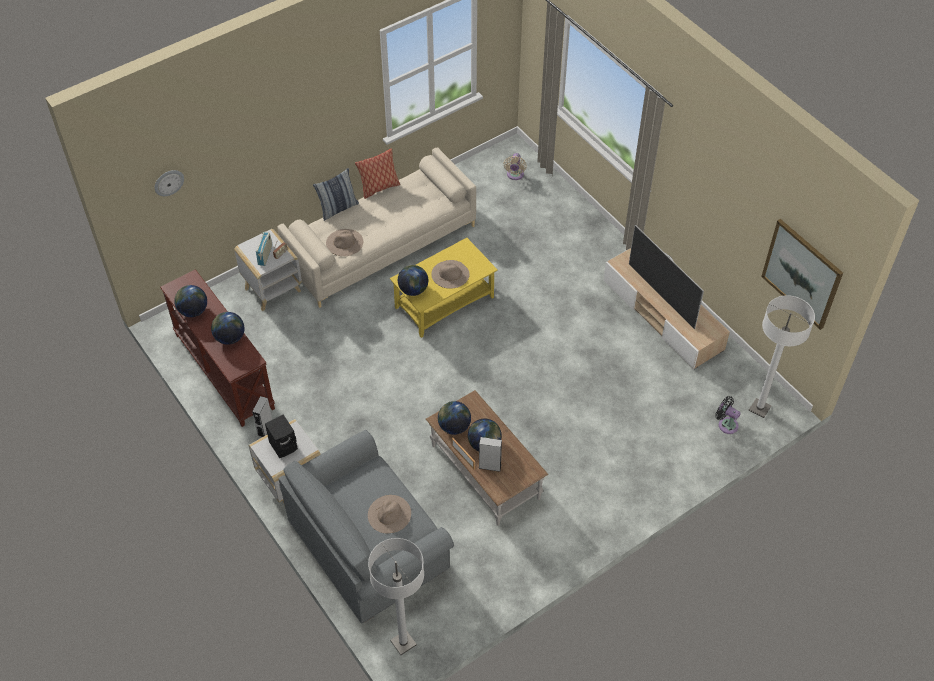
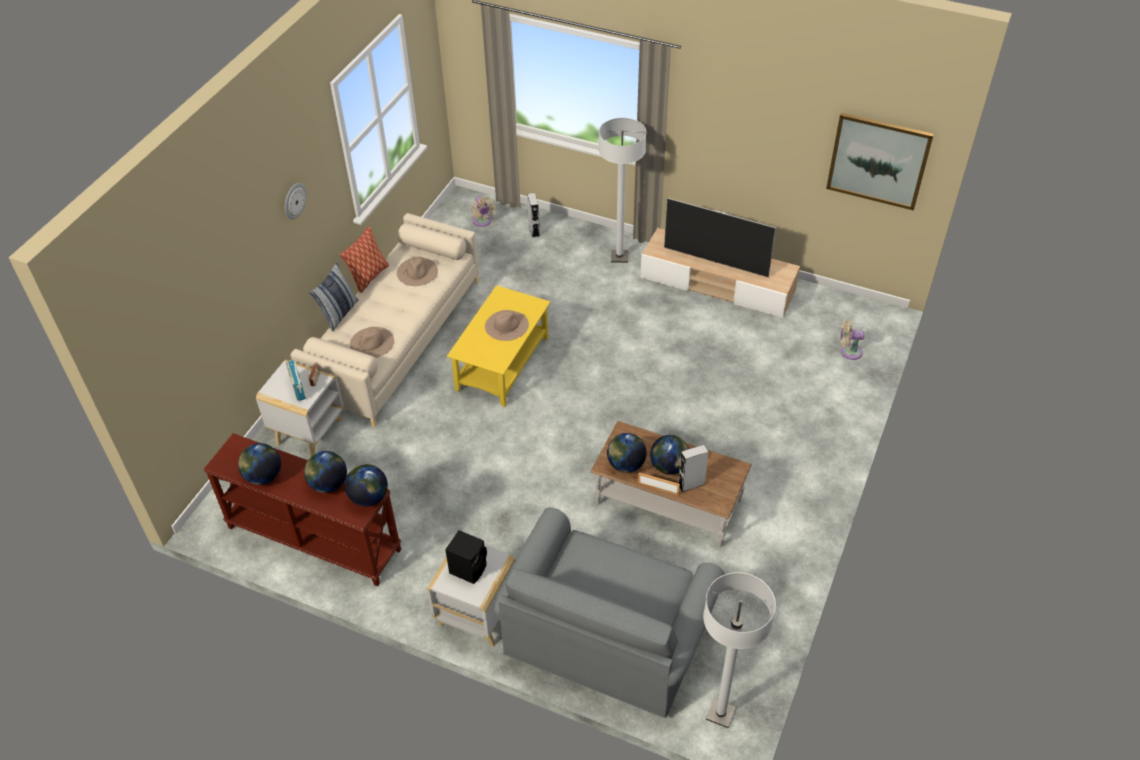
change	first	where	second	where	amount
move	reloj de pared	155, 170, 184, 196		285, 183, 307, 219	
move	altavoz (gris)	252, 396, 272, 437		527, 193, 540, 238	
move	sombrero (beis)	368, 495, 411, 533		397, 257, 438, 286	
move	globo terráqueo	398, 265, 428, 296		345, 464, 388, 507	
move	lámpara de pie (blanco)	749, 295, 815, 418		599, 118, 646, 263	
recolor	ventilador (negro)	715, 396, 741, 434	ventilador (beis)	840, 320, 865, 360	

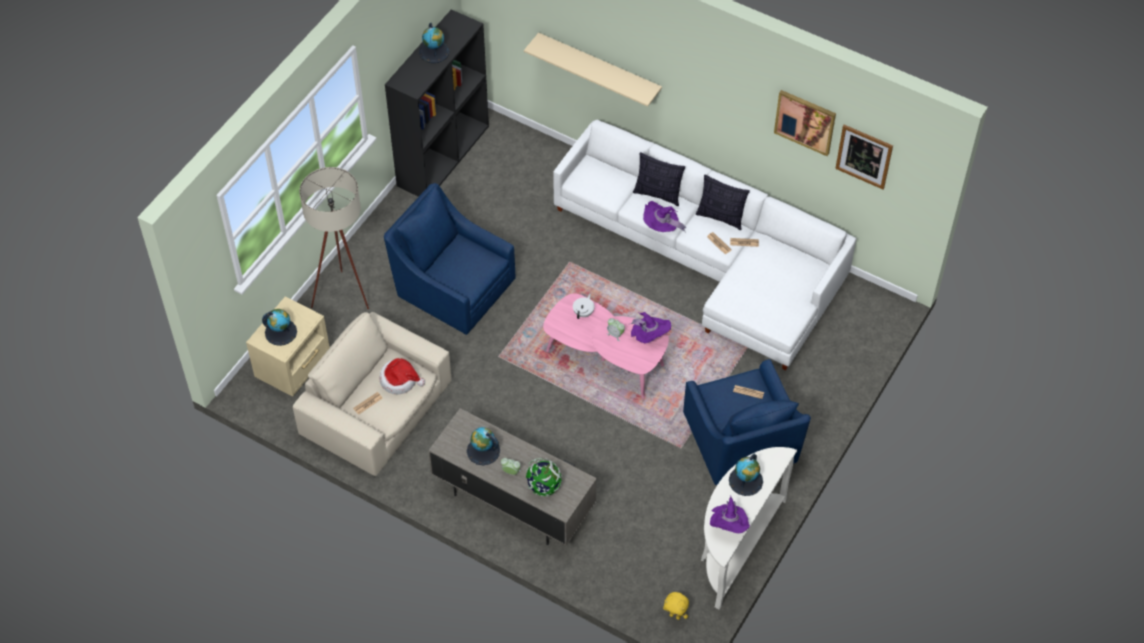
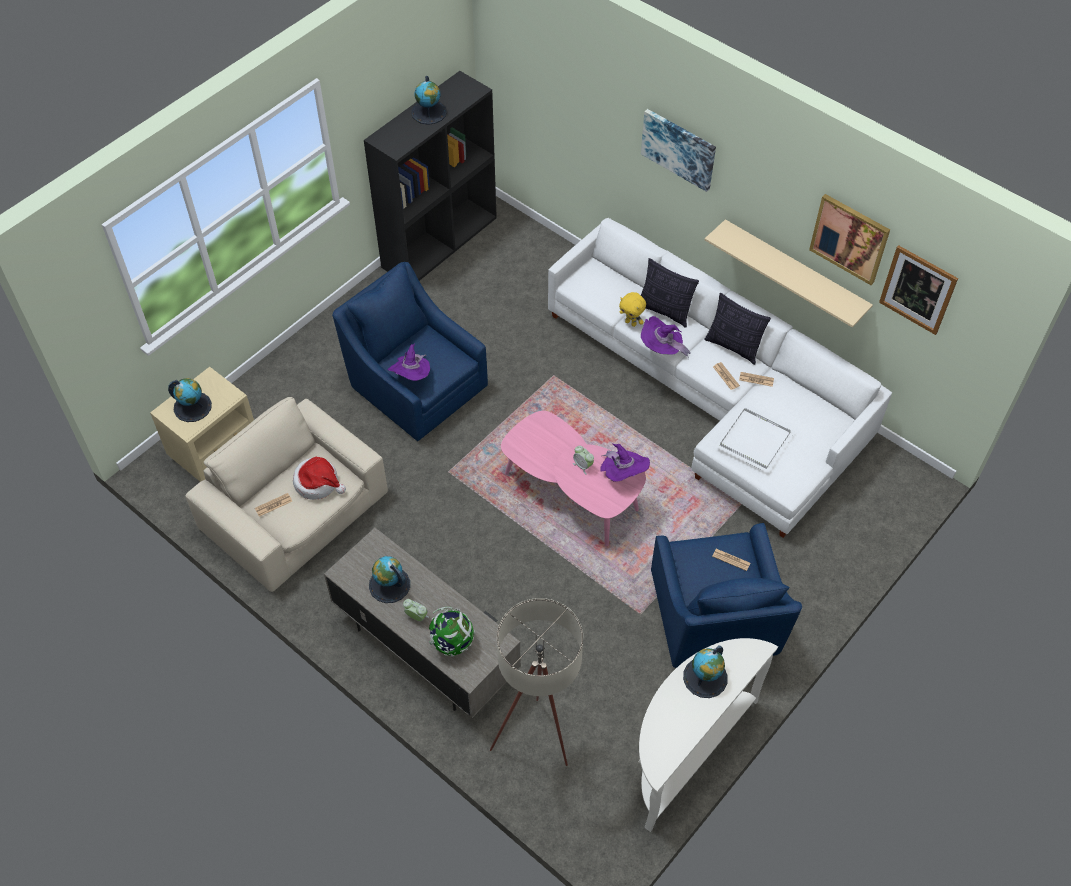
change	first	where	second	where	amount
delete	tetera (blanco)	573, 294, 595, 319			
insert			cuadro	641, 109, 716, 192	
insert			bandeja (blanco)	715, 407, 795, 473	
move	lámpara de pie (beis)	299, 167, 369, 310		490, 598, 583, 766	
move	estante (beis)	524, 33, 662, 107		705, 219, 873, 327	
move	peluche (amarillo)	663, 592, 689, 620		619, 292, 646, 327	
move	sombrero (morado)	710, 496, 750, 533		387, 344, 430, 381	

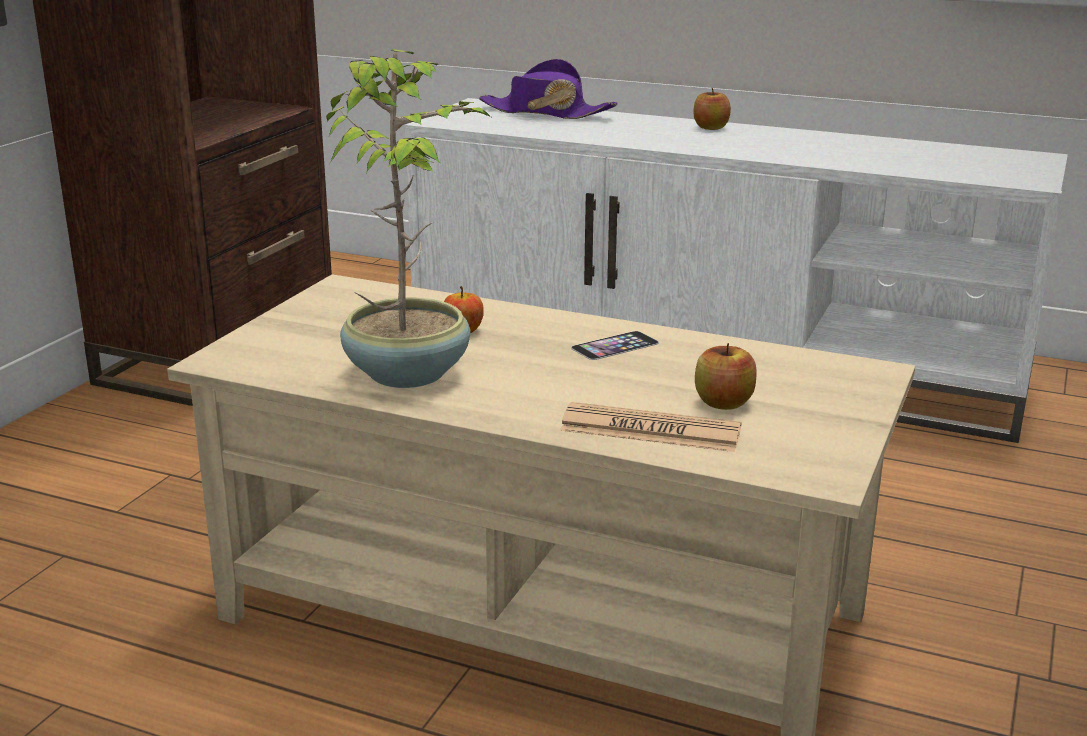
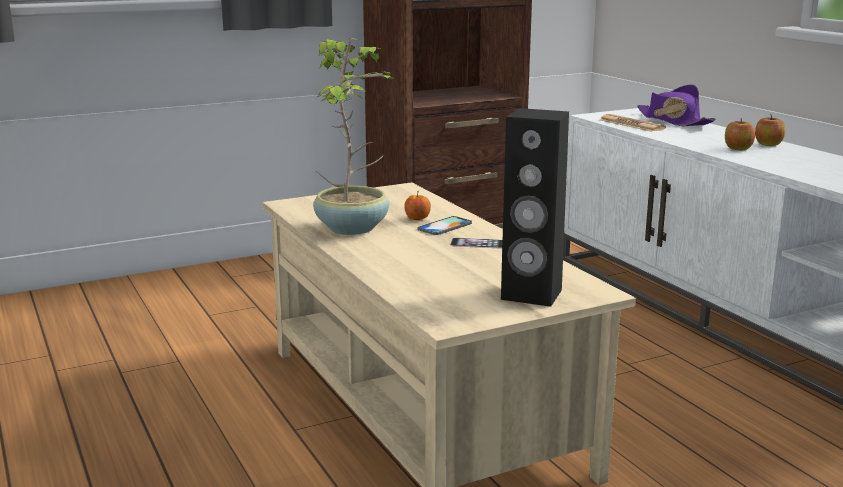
change	first	where	second	where	amount
insert			móvil	417, 216, 472, 235	
insert			altavoz (negro)	501, 108, 569, 307	
move	periódico	560, 402, 742, 452		600, 114, 666, 132	
move	manzana	695, 343, 757, 410		725, 118, 755, 150	

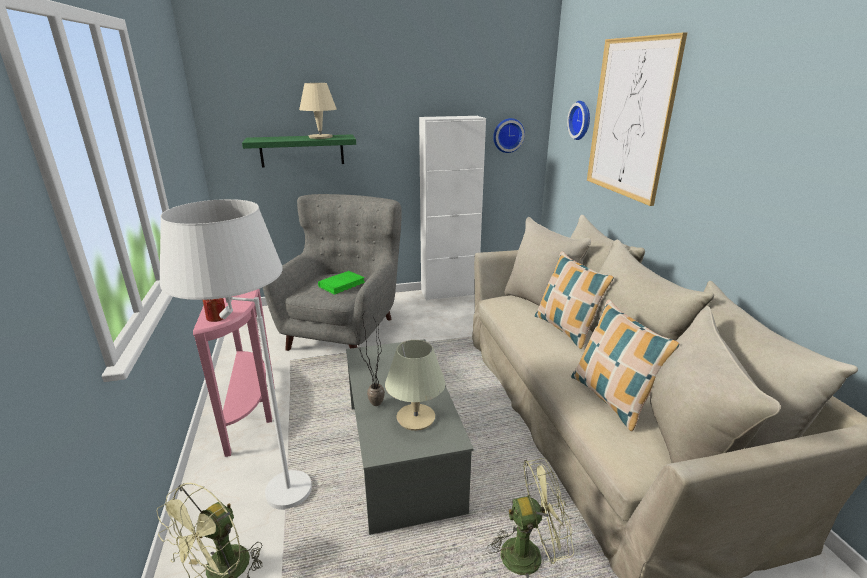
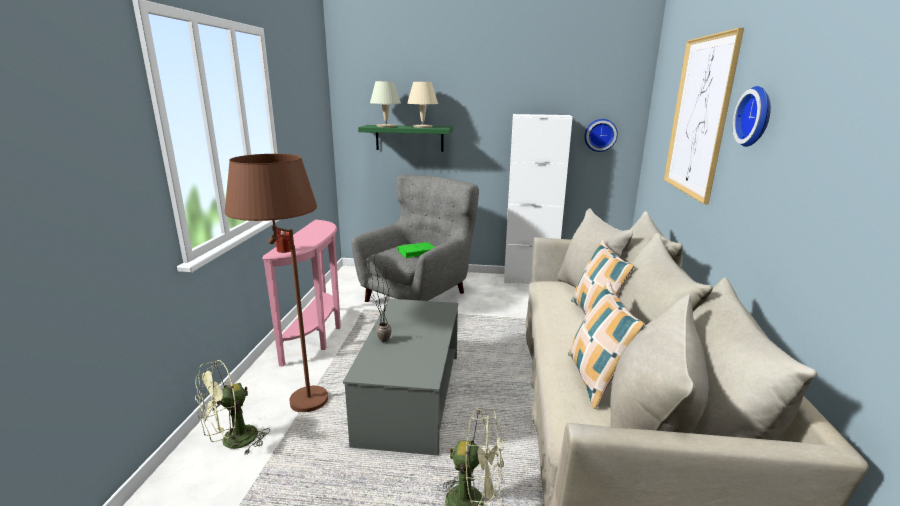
change	first	where	second	where	amount
move	lámpara de mesa (beis)	385, 340, 446, 431		370, 81, 401, 127	
move	reloj de pared	567, 101, 590, 140		732, 86, 771, 147	
recolor	lámpara de pie (blanco)	160, 199, 312, 510	lámpara de pie (marrón)	225, 154, 328, 412	

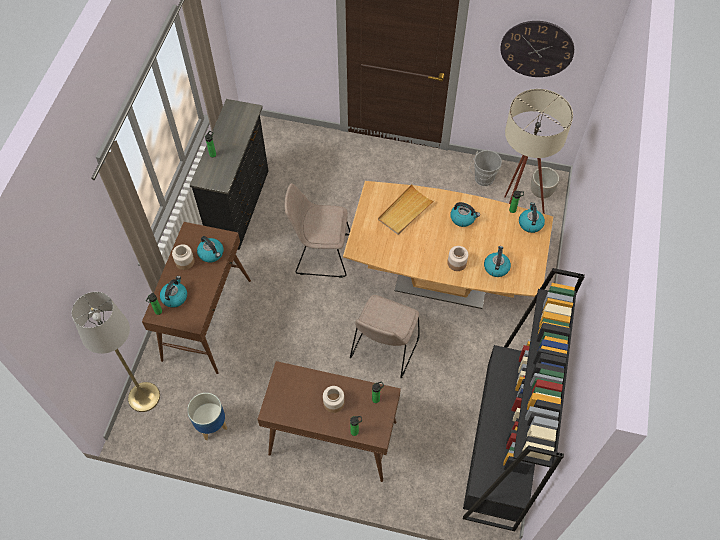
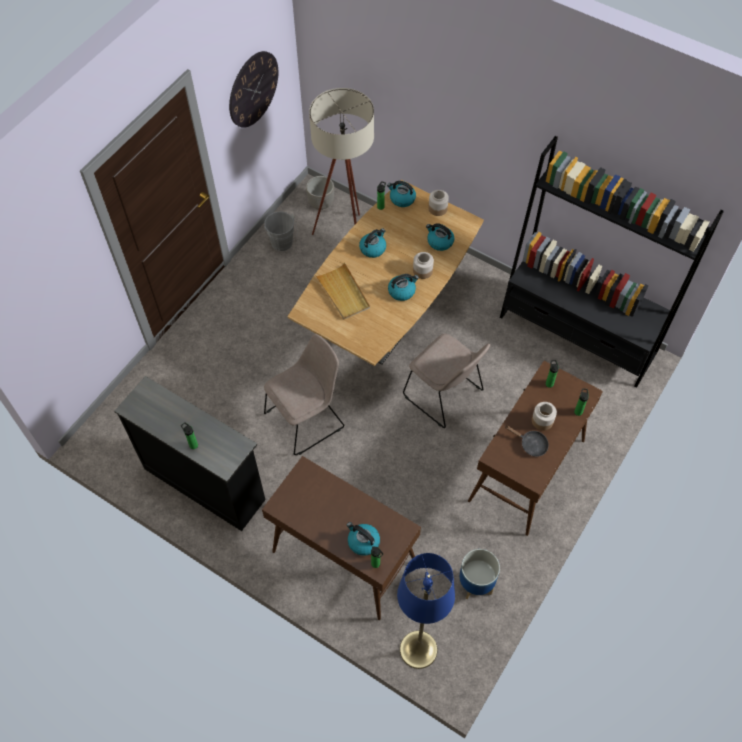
change	first	where	second	where	amount
insert			sartén (negro)	505, 425, 549, 457	
move	tarro	172, 244, 194, 270		428, 190, 449, 216	
move	hervidor	197, 236, 223, 263		388, 274, 419, 301	
recolor	lámpara de pie (gris)	72, 292, 160, 412	lámpara de pie (azul)	397, 553, 455, 669	
rotate	silla (beis)	285, 183, 350, 278		264, 334, 344, 455	150 degrees counterclockwise

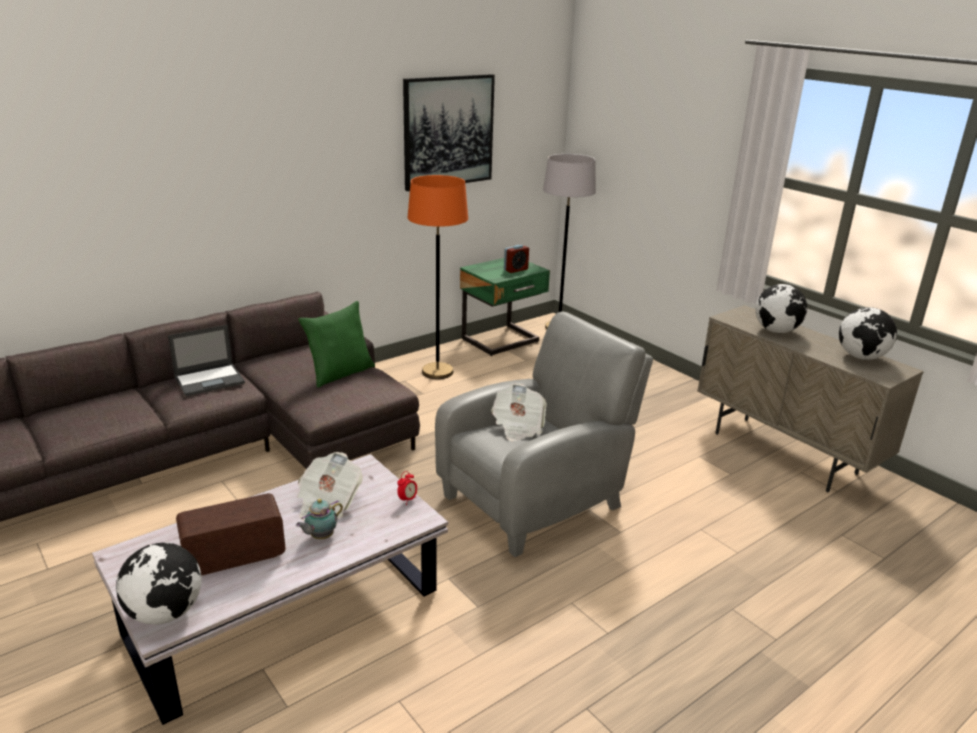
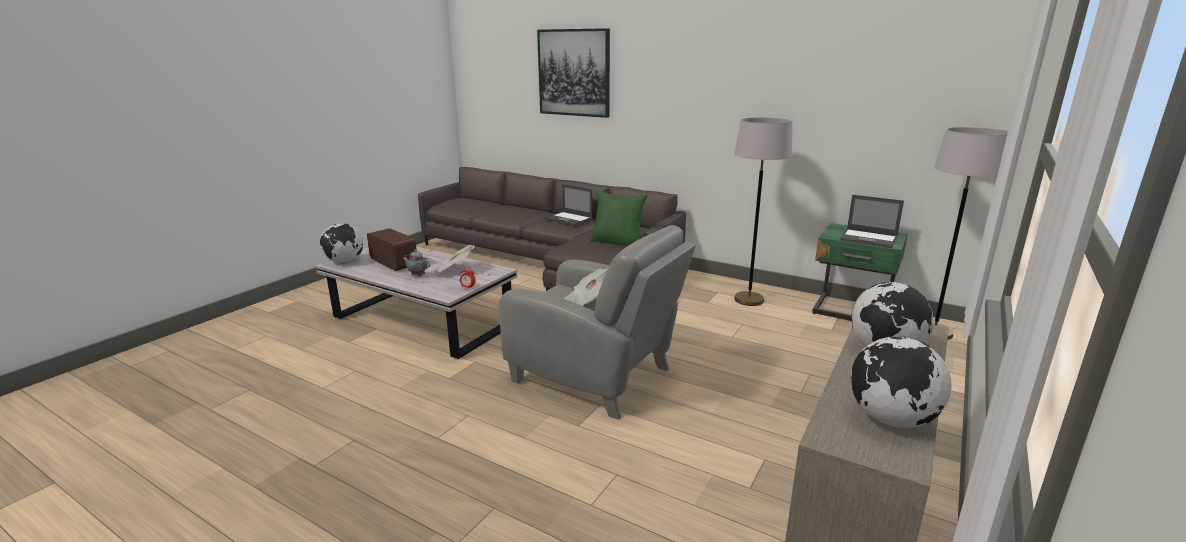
change	first	where	second	where	amount
move	cuadro	403, 74, 495, 191		537, 28, 610, 118	
replace	despertador	504, 245, 529, 273	portátil	840, 195, 904, 248	
recolor	lámpara de pie (naranja)	407, 175, 468, 379	lámpara de pie (gris)	734, 117, 792, 306	

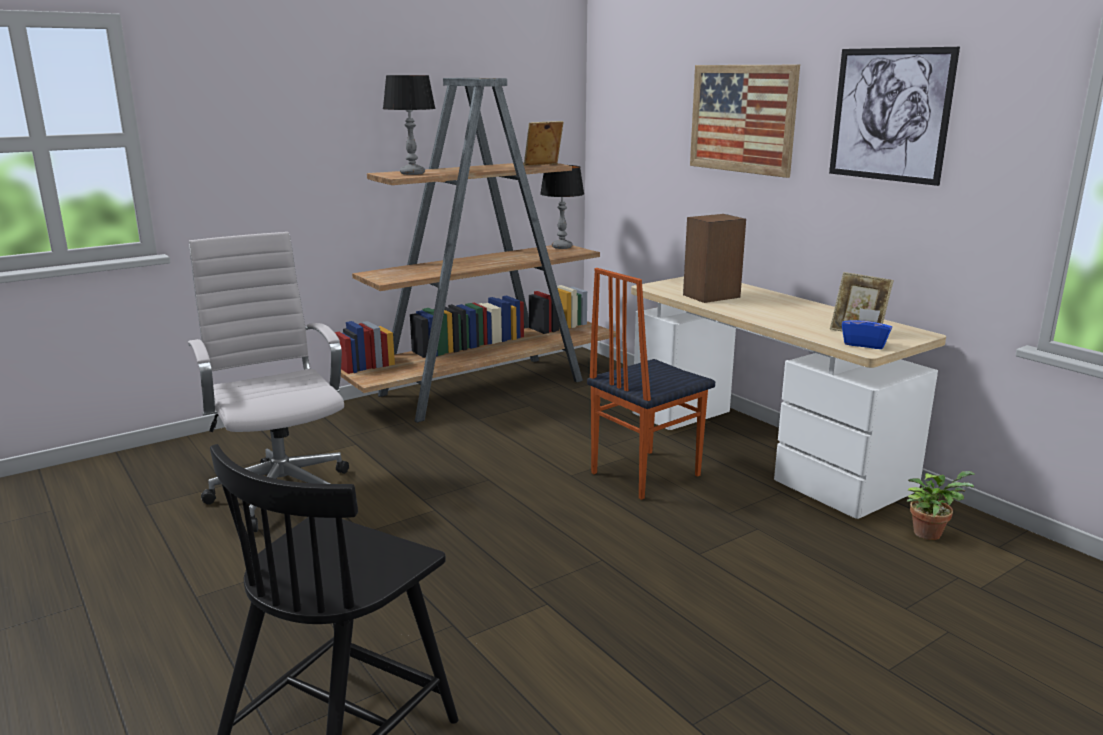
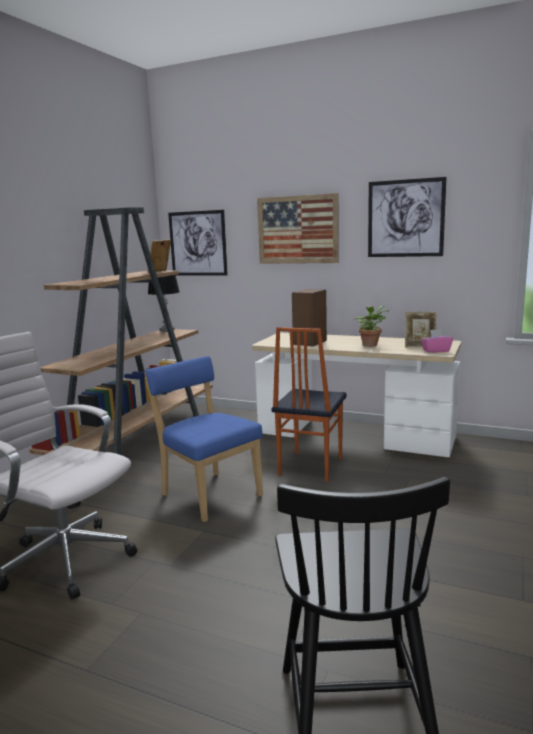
change	first	where	second	where	amount
delete	lámpara de mesa	383, 75, 436, 175			
insert			silla (azul)	144, 356, 263, 522	
insert			cuadro	168, 210, 228, 276	
move	planta en maceta	907, 471, 975, 540		353, 306, 389, 347	
recolor	caja de pañuelos (azul)	842, 308, 892, 349	caja de pañuelos (rosa)	421, 329, 453, 353	

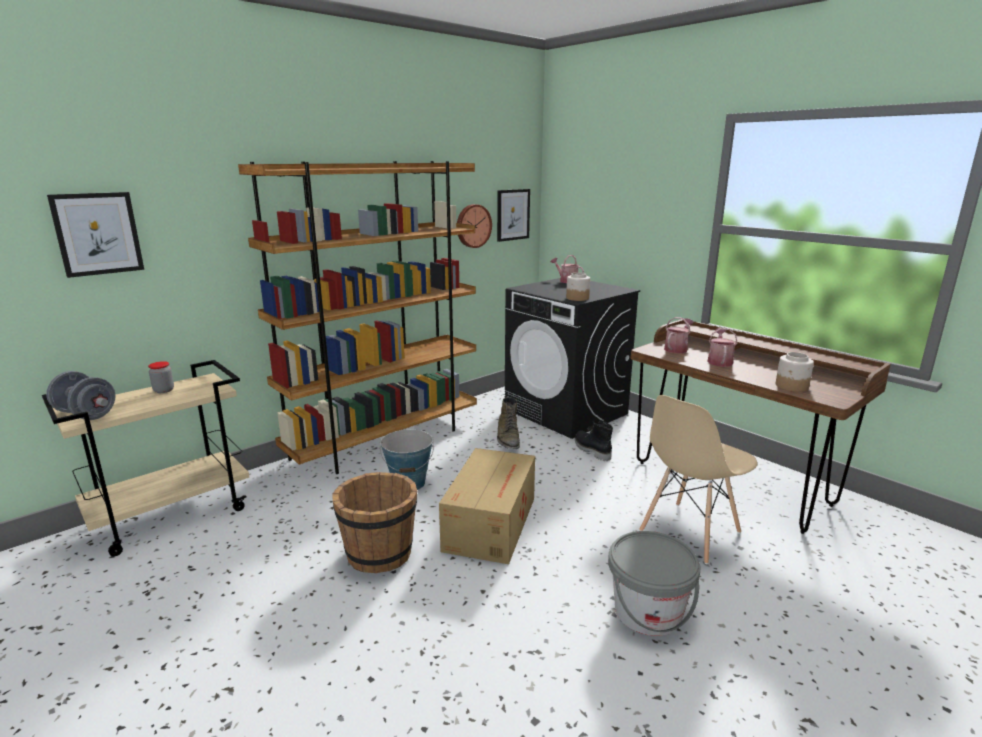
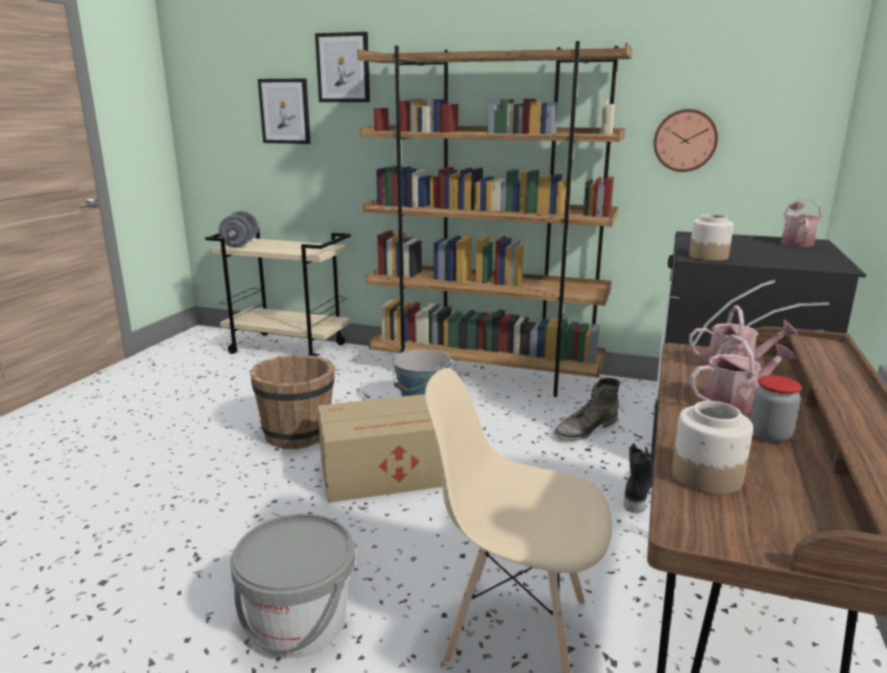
change	first	where	second	where	amount
move	tarro	148, 361, 174, 393		750, 375, 801, 443	
move	cuadro	497, 189, 530, 242		315, 32, 370, 102	

